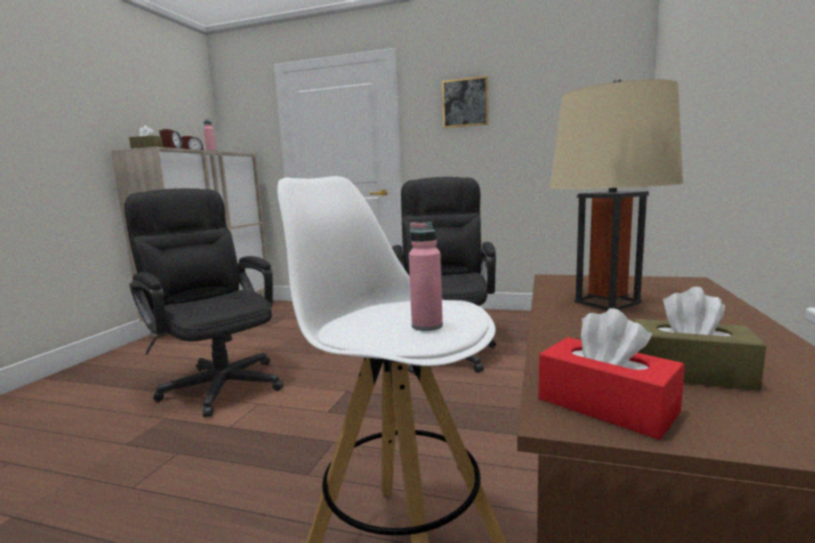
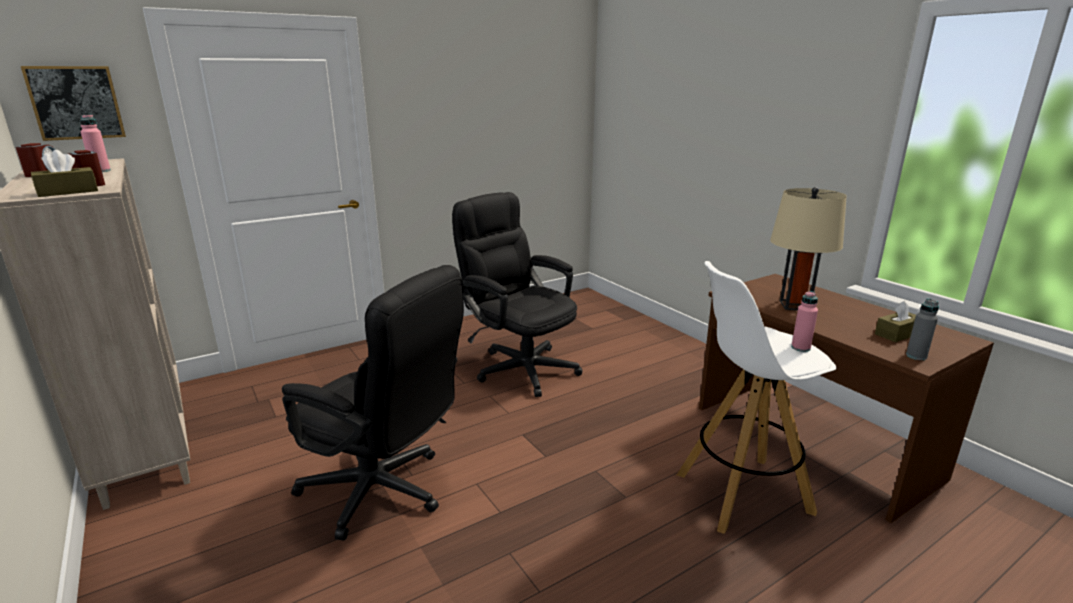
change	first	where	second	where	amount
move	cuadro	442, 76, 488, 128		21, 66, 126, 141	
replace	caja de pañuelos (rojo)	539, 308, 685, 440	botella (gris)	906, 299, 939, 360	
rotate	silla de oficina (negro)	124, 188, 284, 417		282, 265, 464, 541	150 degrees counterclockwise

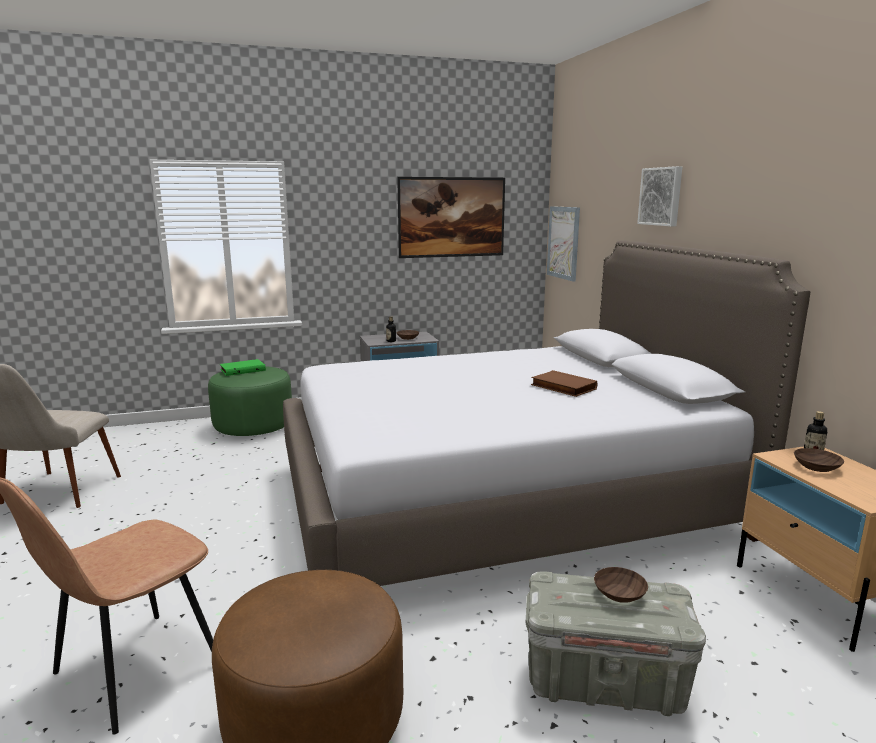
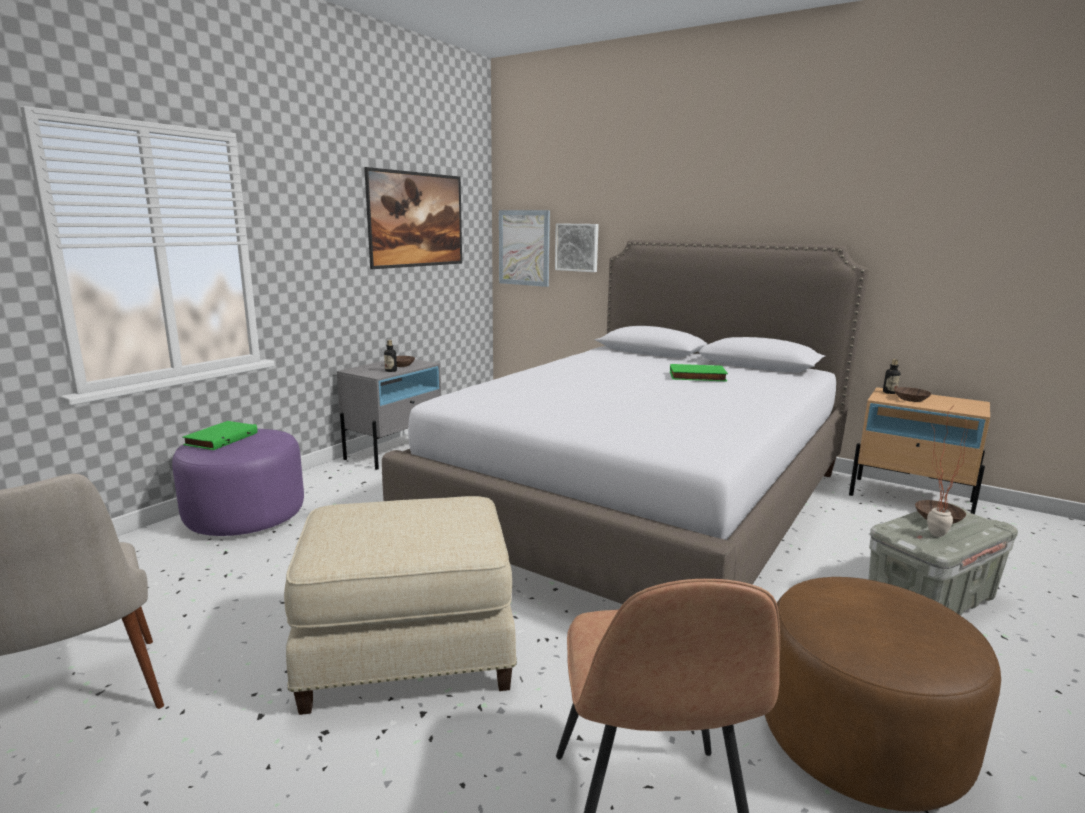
change	first	where	second	where	amount
insert			puf (beis)	284, 496, 517, 715	
insert			planta en maceta	927, 410, 969, 537	
move	cuadro	637, 166, 682, 226		555, 223, 599, 272	
recolor	puf (verde)	208, 366, 292, 436	puf (morado)	172, 429, 304, 536	
recolor	libro (marrón)	531, 370, 597, 397	libro (verde)	670, 364, 728, 382	

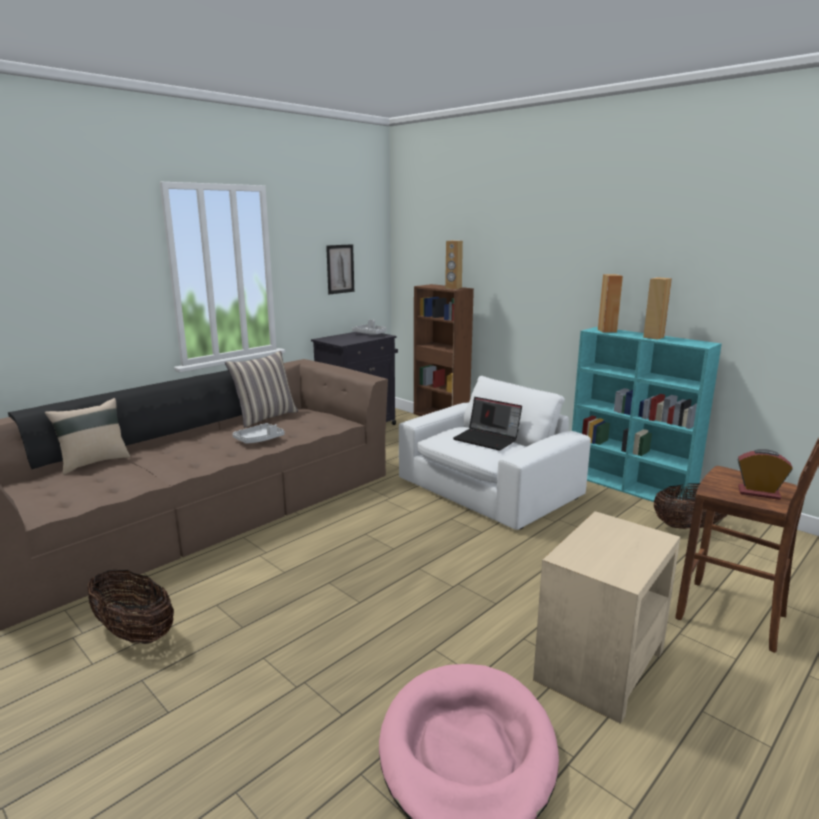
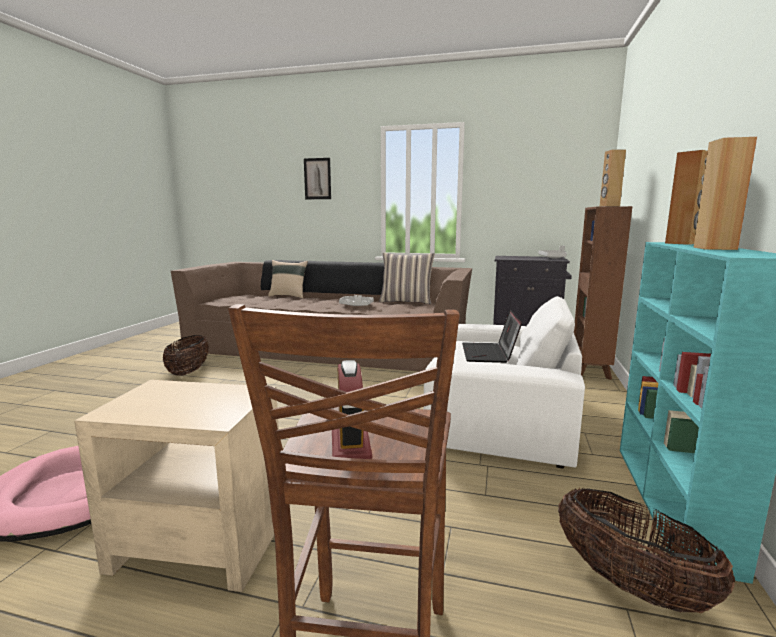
change	first	where	second	where	amount
move	cuadro	326, 244, 354, 294		304, 158, 331, 199	

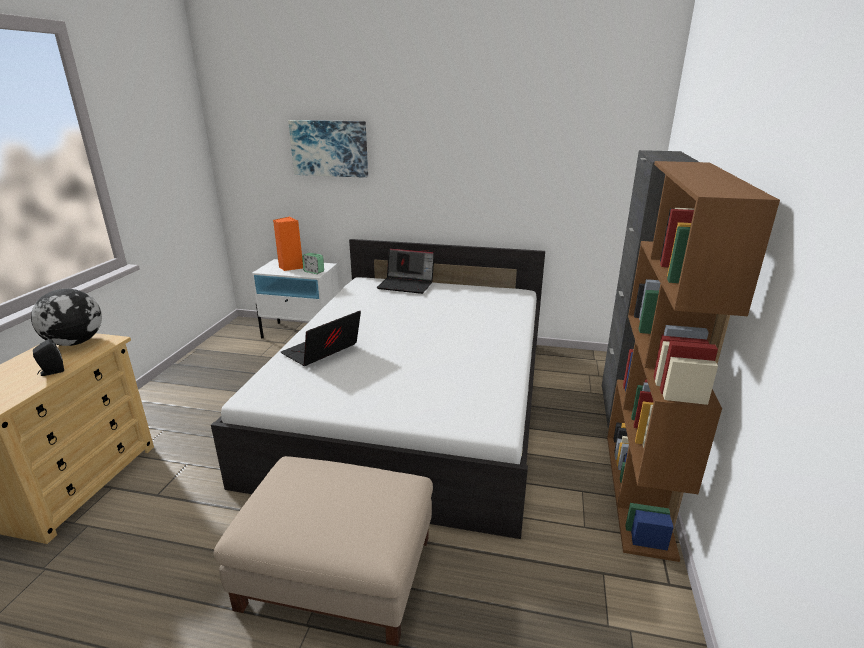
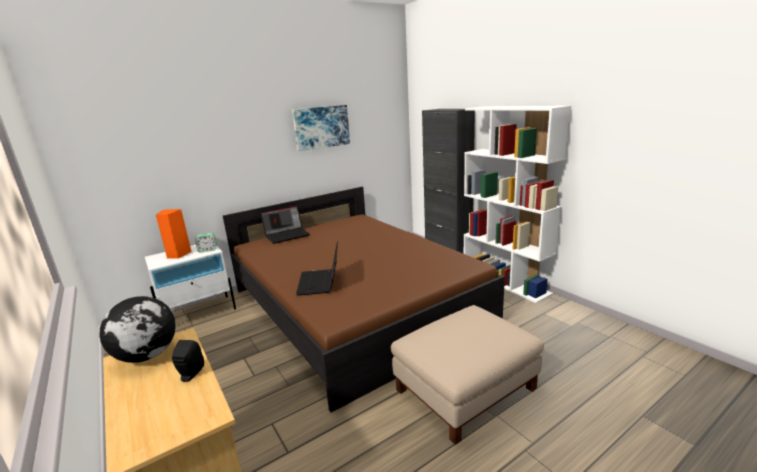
change	first	where	second	where	amount
move	cuadro	288, 120, 368, 178		292, 105, 350, 151	
recolor	cama (blanco)	211, 239, 545, 539	cama (marrón)	223, 187, 505, 412	
recolor	estantería (marrón)	607, 161, 780, 562	estantería (blanco)	464, 106, 571, 303	

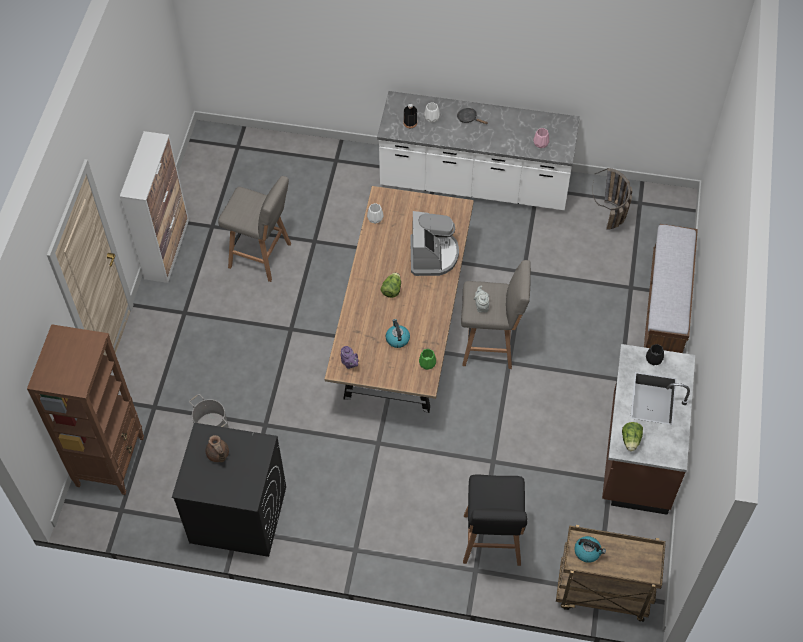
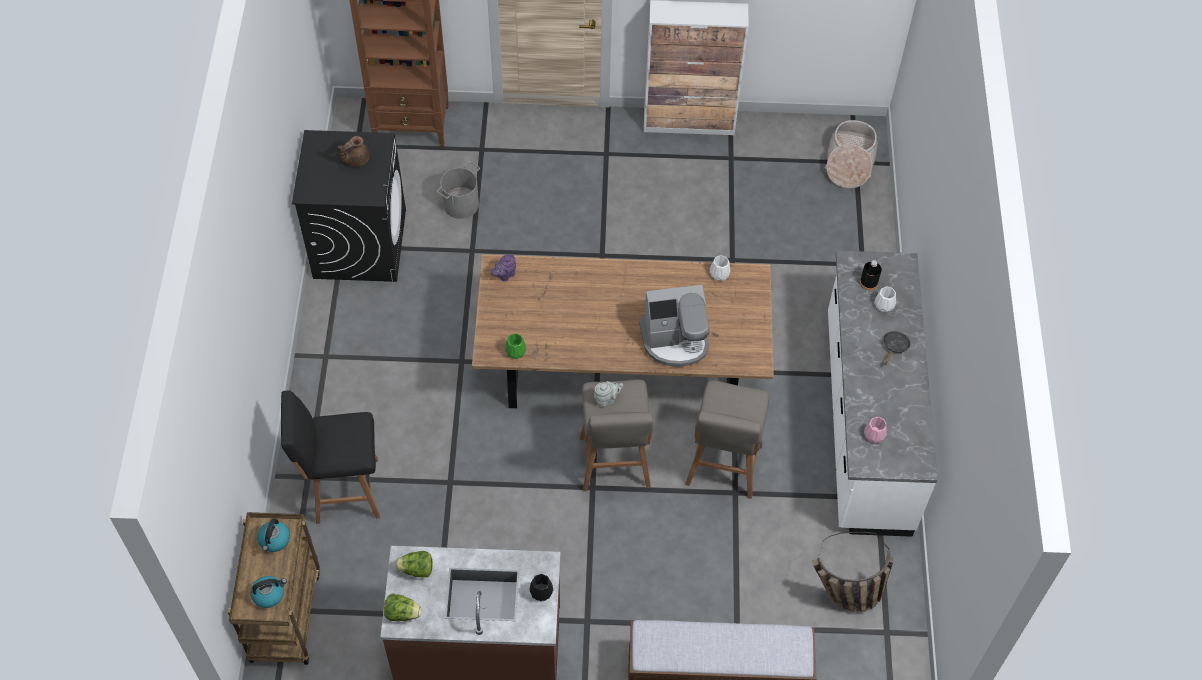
change	first	where	second	where	amount
insert			cesta	825, 120, 878, 188	
move	taburete (gris)	218, 176, 291, 282		685, 380, 770, 499	
move	lechuga	381, 272, 401, 298		384, 593, 422, 621	
move	hervidor	386, 319, 410, 348		251, 576, 287, 608	

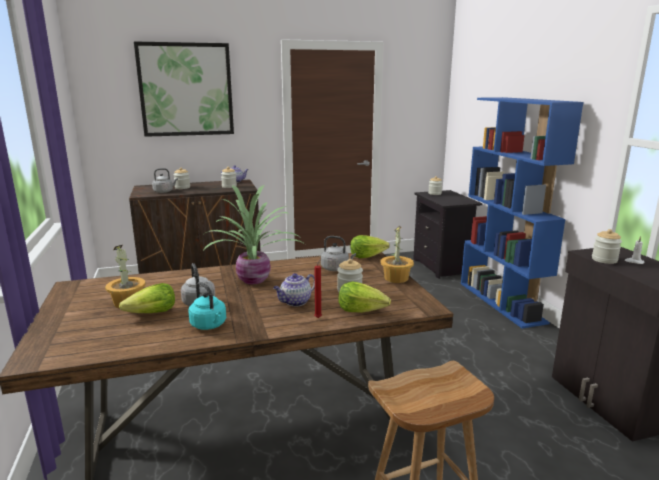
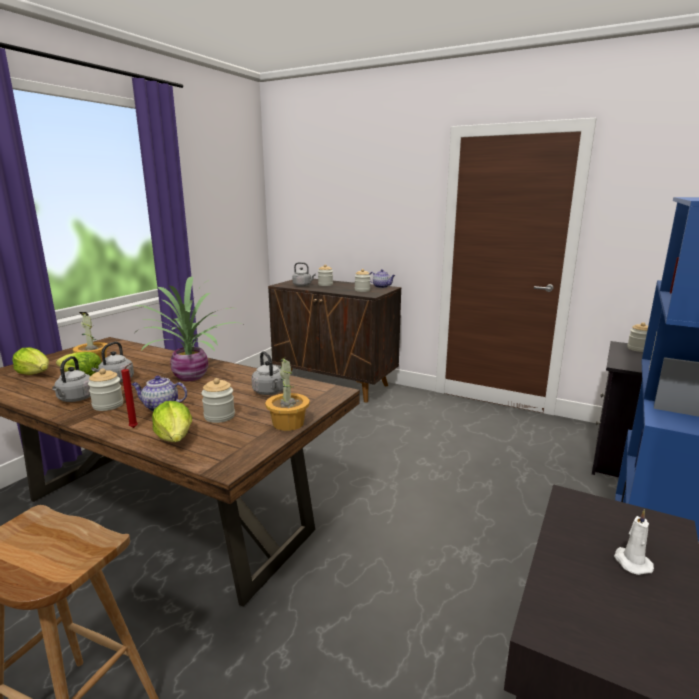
change	first	where	second	where	amount
delete	cuadro	134, 41, 234, 137			
move	lechuga	350, 235, 390, 258		12, 347, 49, 375	
move	tarro	592, 229, 622, 264		88, 369, 123, 411	
recolor	hervidor (turquesa)	188, 282, 226, 330	hervidor (gris)	52, 356, 90, 402	

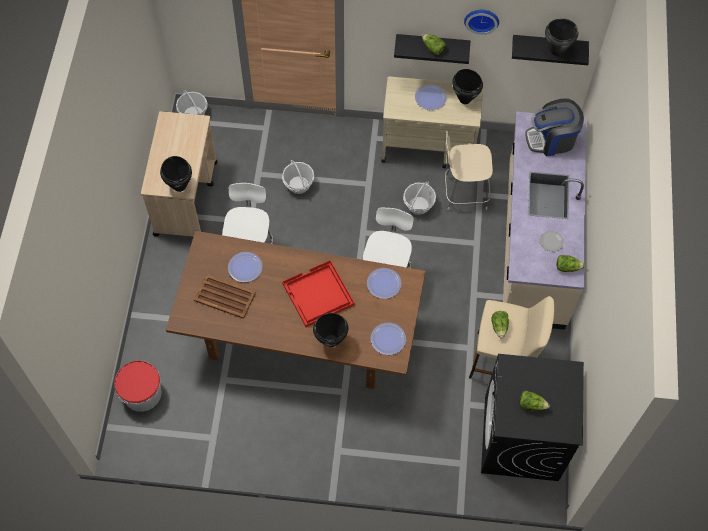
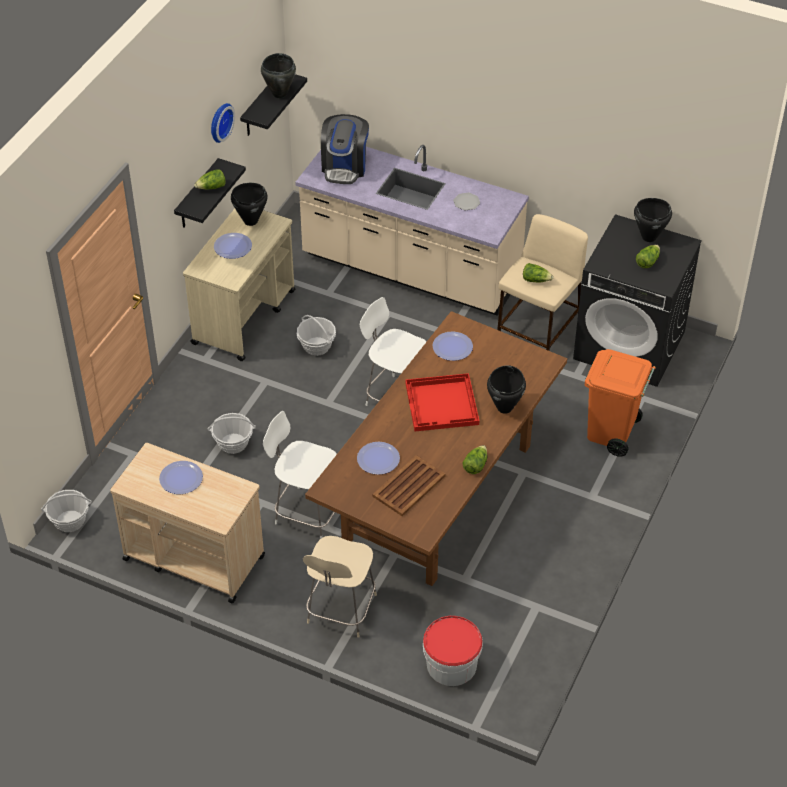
change	first	where	second	where	amount
insert			papelera (naranja)	585, 349, 656, 457	
move	olla (negro)	160, 156, 192, 192		634, 198, 672, 242	
move	plato	371, 323, 406, 355		159, 461, 203, 494	
move	silla (beis)	445, 131, 493, 210		303, 536, 377, 638	
move	lechuga	557, 255, 585, 272		463, 445, 487, 474	

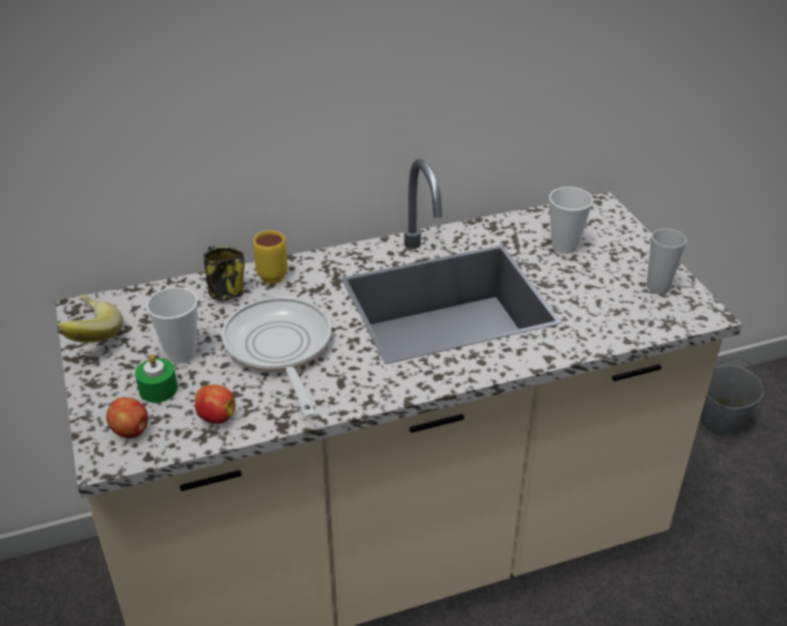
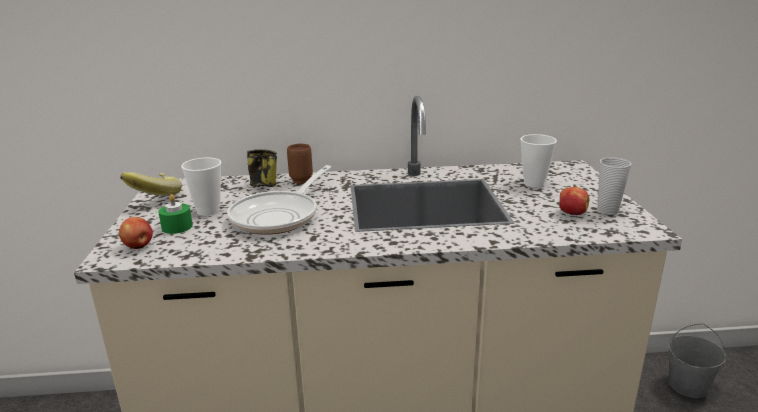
change	first	where	second	where	amount
move	manzana	195, 385, 235, 424		559, 187, 589, 215	
recolor	taza grande (amarillo)	253, 230, 288, 284	taza grande (marrón)	287, 144, 313, 184	
rotate	sartén	222, 297, 331, 417		227, 165, 331, 235	150 degrees counterclockwise

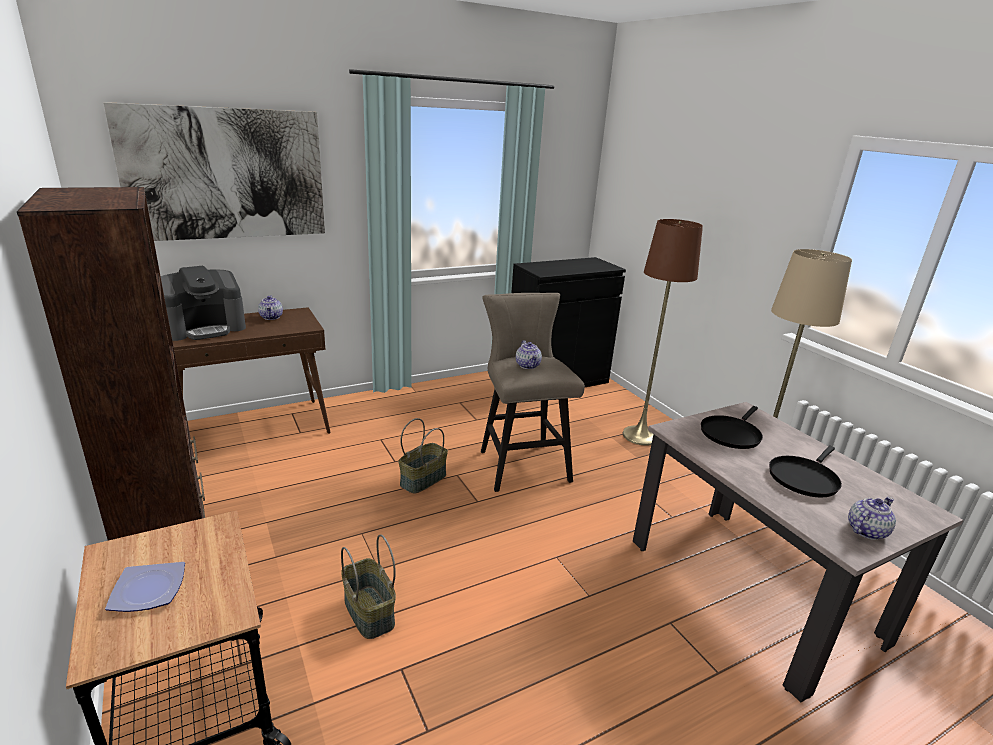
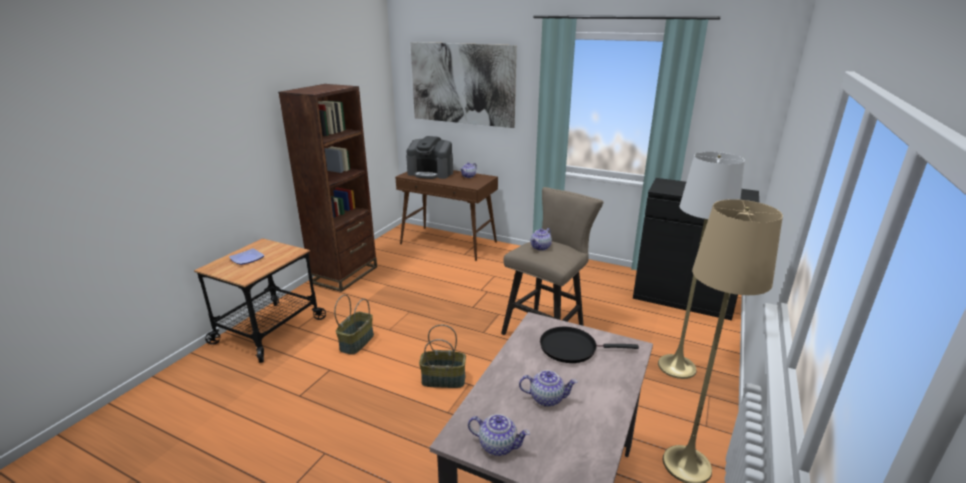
change	first	where	second	where	amount
move	cesta	398, 418, 448, 494		419, 325, 466, 388	
replace	sartén (negro)	769, 446, 842, 497	tetera	519, 370, 577, 407	
recolor	lámpara de pie (marrón)	622, 219, 703, 446	lámpara de pie (blanco)	658, 152, 745, 379	

